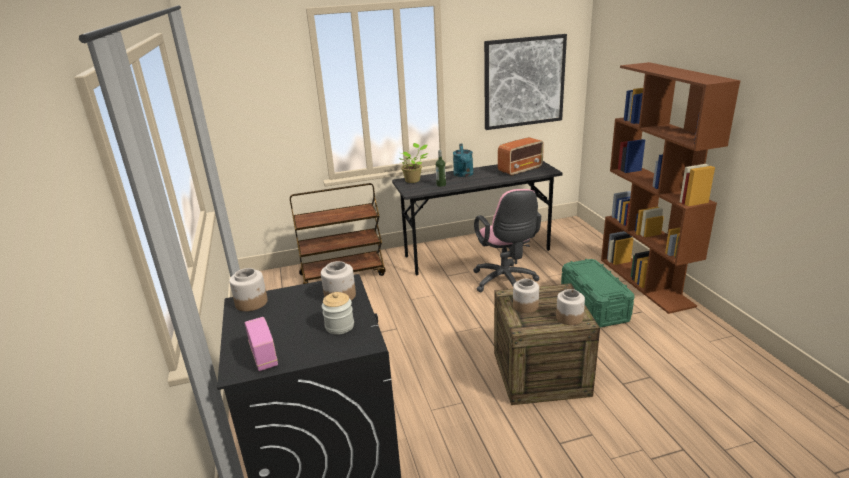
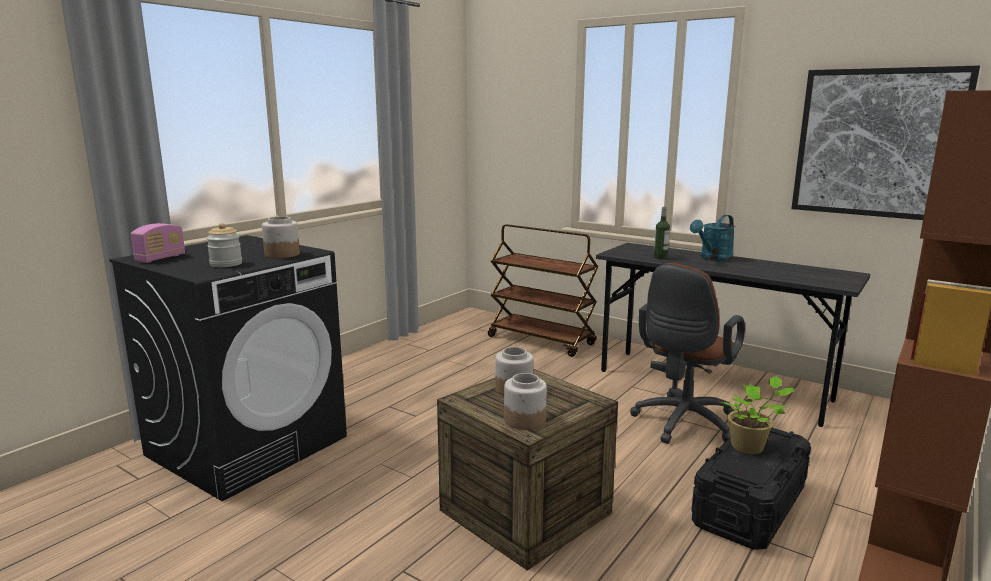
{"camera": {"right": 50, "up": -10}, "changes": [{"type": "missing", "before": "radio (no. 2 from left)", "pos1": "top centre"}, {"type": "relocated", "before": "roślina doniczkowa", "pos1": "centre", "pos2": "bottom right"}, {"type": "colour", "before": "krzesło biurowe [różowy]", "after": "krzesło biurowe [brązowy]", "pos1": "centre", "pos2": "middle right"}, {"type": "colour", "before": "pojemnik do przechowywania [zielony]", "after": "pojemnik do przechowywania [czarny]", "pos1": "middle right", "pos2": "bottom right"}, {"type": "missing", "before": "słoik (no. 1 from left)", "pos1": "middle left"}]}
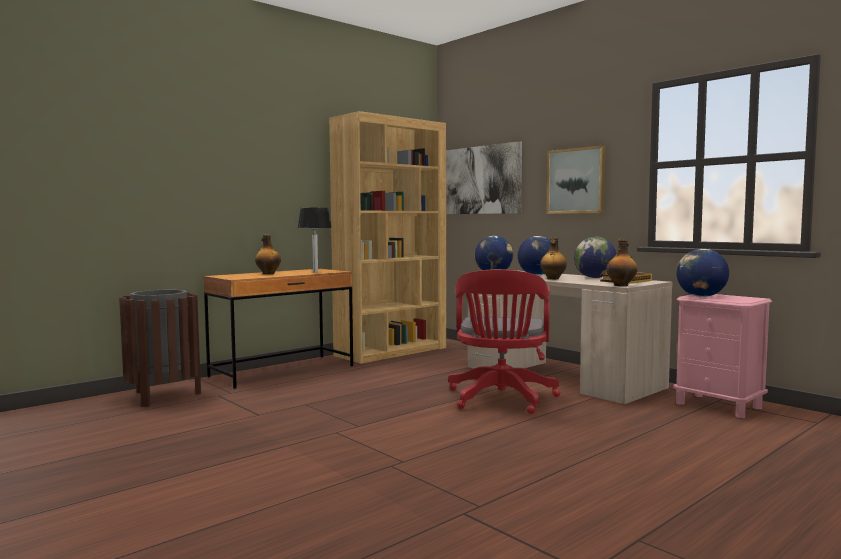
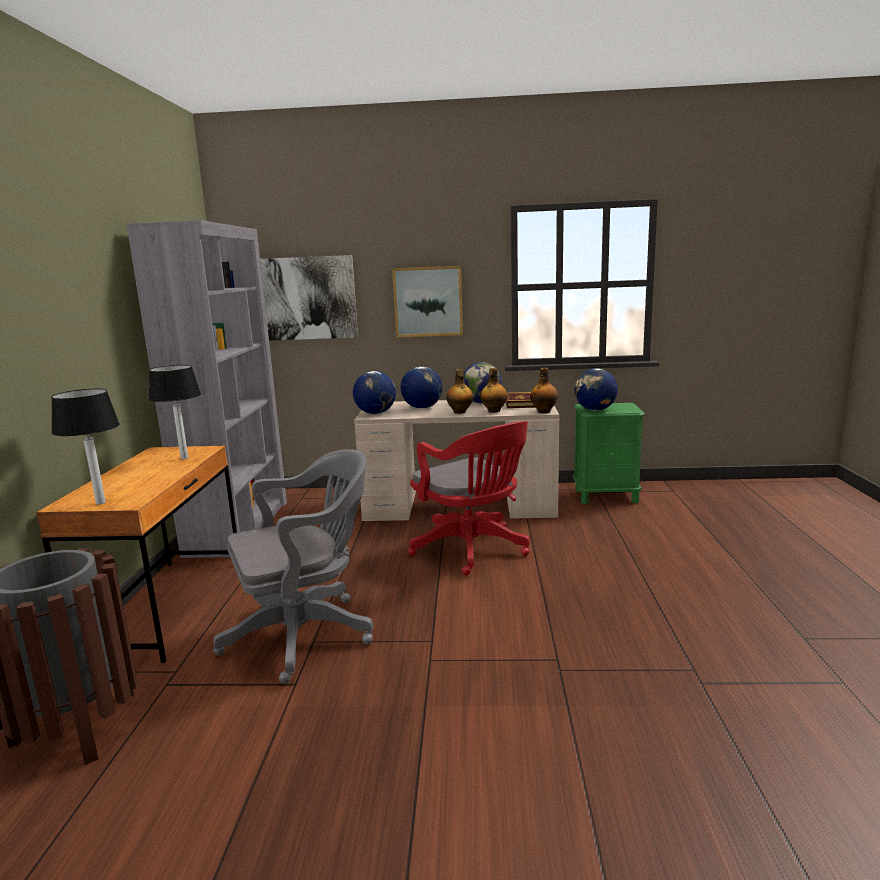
{"camera": {"right": -45, "up": 10}, "changes": [{"type": "colour", "before": "regał [brązowy]", "after": "regał [szary]", "pos1": "centre", "pos2": "middle left"}, {"type": "relocated", "before": "butelka (no. 1 from left in the first image)", "after": "butelka (no. 2 from left)", "pos1": "middle left", "pos2": "centre"}, {"type": "colour", "before": "szafka nocna [różowy]", "after": "szafka nocna [zielony]", "pos1": "middle right", "pos2": "middle right"}, {"type": "appeared", "after": "lampa stołowa (no. 1 from left)", "pos2": "middle left"}, {"type": "appeared", "after": "krzesło biurowe [szary]", "pos2": "middle left"}]}
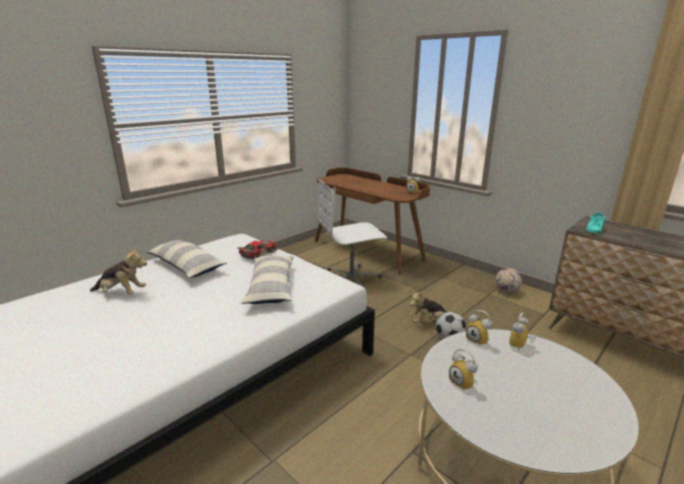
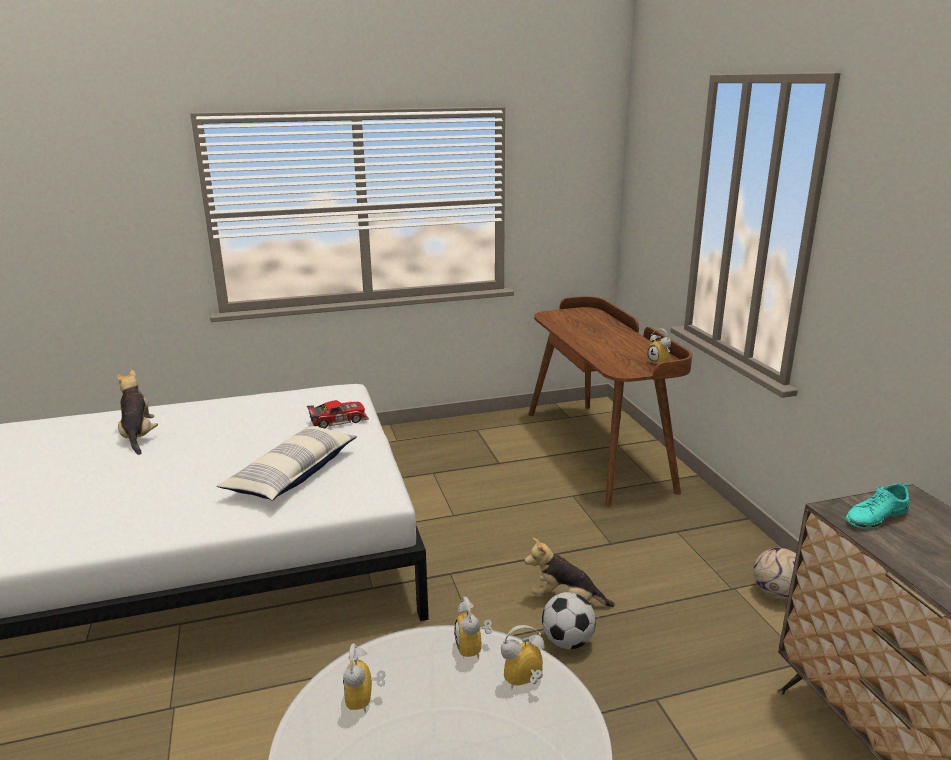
{"camera": {"right": 30, "up": 0}, "changes": [{"type": "missing", "before": "krzesło biurowe [biały]", "pos1": "centre"}, {"type": "missing", "before": "poduszka (no. 1 from left)", "pos1": "middle left"}, {"type": "spun", "before": "pluszak (no. 1 from left)", "pos1": "middle left", "pos2": "middle left", "turn": -150}]}
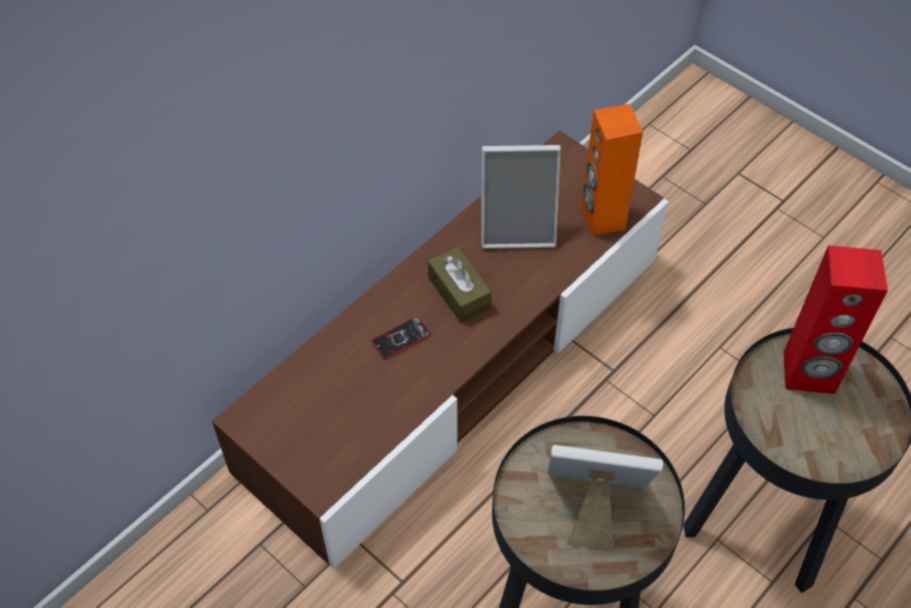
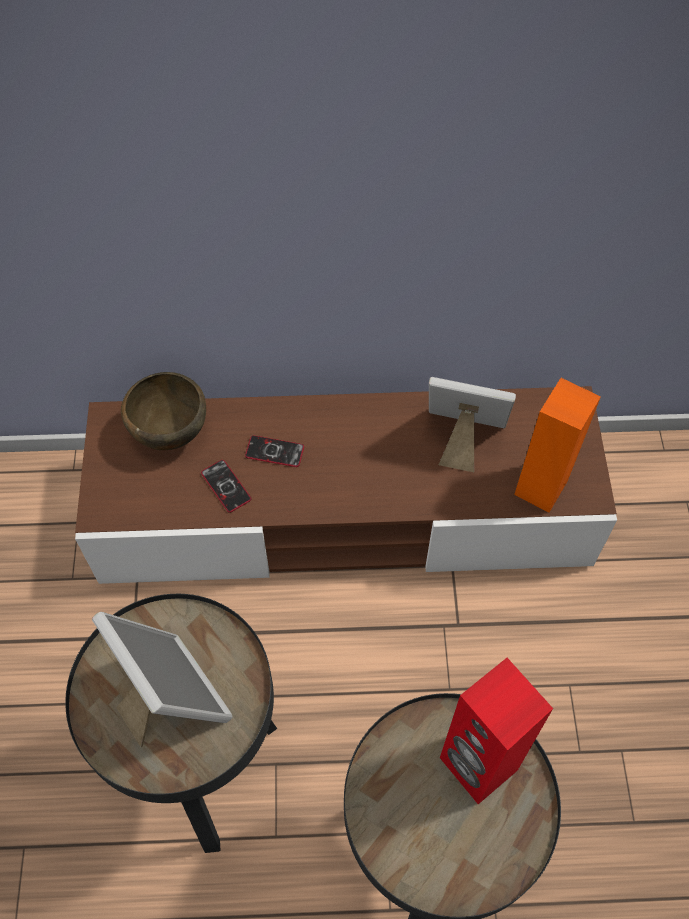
{"camera": {"right": 45, "up": 5}, "changes": [{"type": "spun", "before": "ramka na zdjęcie (no. 1 from left in the first image)", "pos1": "top centre", "pos2": "middle right", "turn": 150}, {"type": "missing", "before": "pudełko chusteczek [brązowy]", "pos1": "centre"}, {"type": "appeared", "after": "miska [brązowy]", "pos2": "middle left"}, {"type": "appeared", "after": "telefon (no. 1 from left)", "pos2": "middle left"}]}
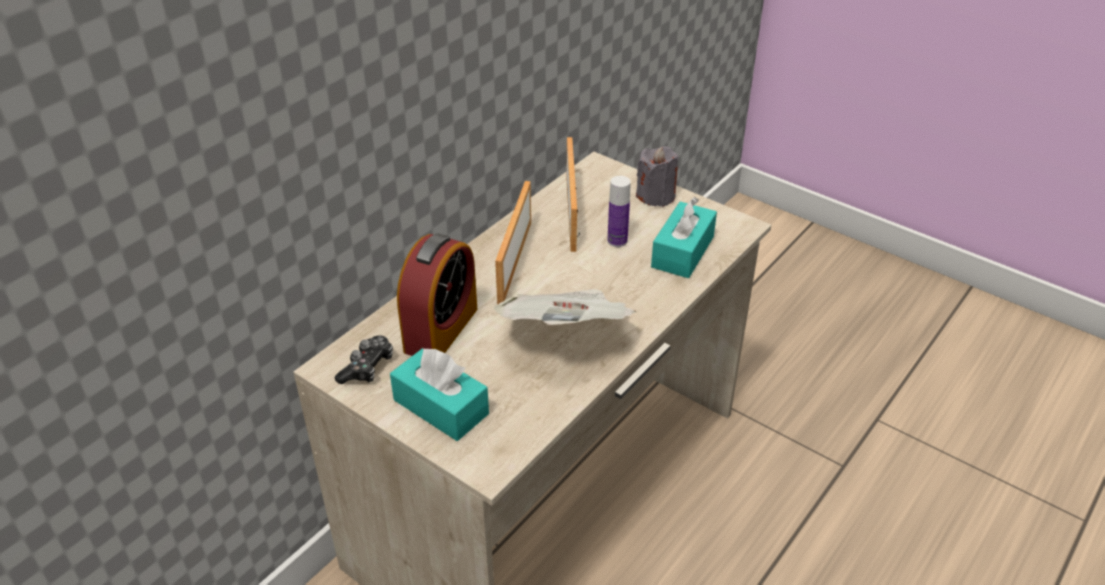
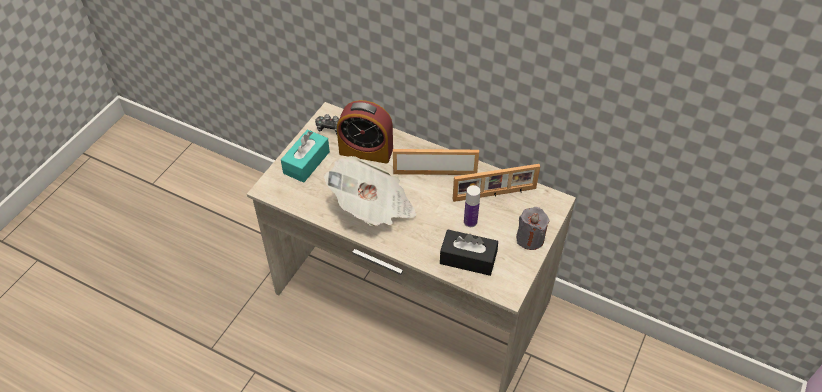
{"camera": {"right": 80, "up": 10}, "changes": [{"type": "colour", "before": "pudełko chusteczek [turkusowy] (no. 2 from left)", "after": "pudełko chusteczek [czarny]", "pos1": "centre", "pos2": "centre"}]}
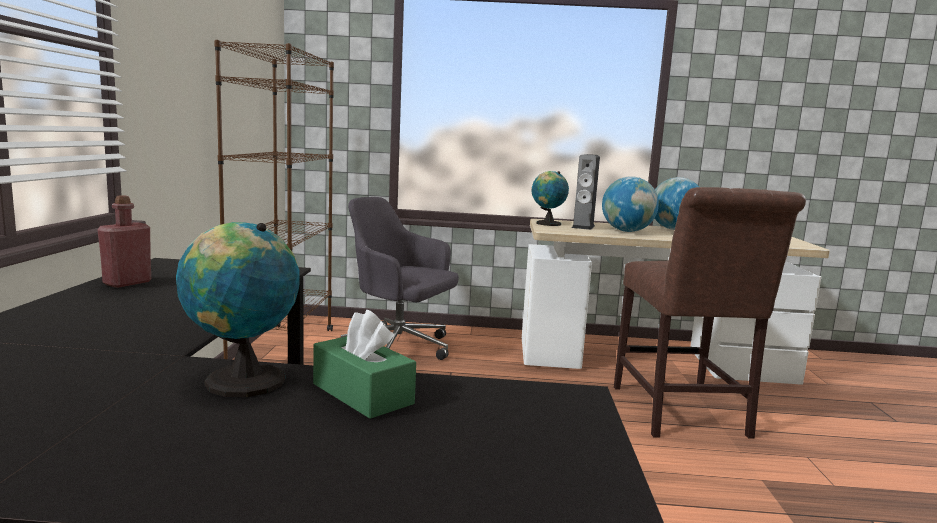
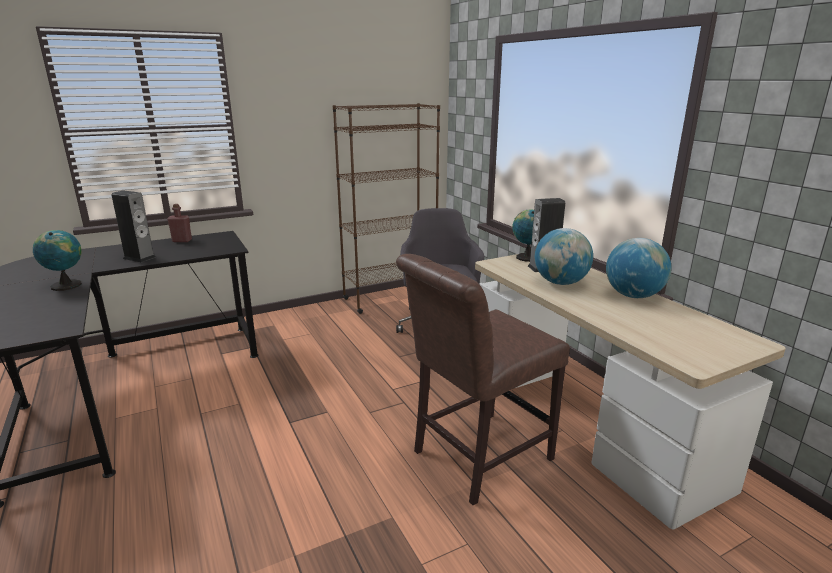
{"camera": {"right": 60, "up": 10}, "changes": [{"type": "missing", "before": "pudełko chusteczek [zielony]", "pos1": "bottom centre"}, {"type": "appeared", "after": "głośnik (no. 1 from left)", "pos2": "middle left"}]}
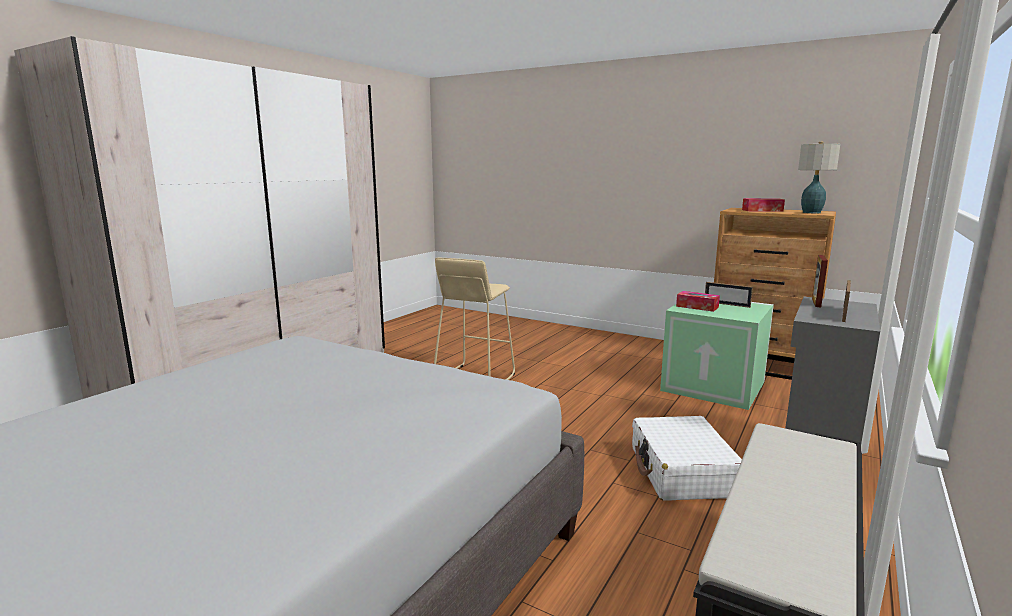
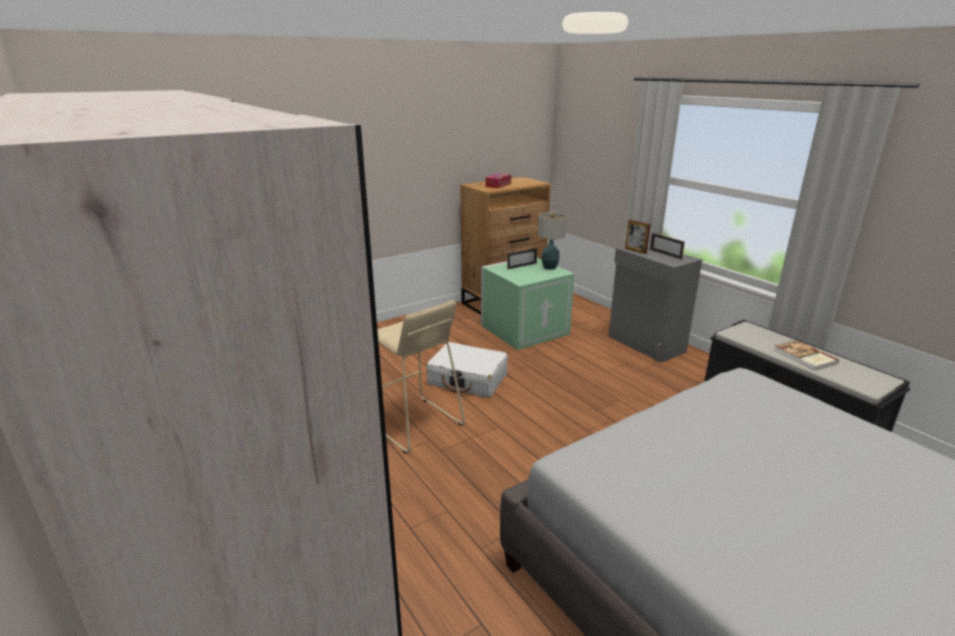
{"camera": {"right": -65, "up": 10}, "changes": [{"type": "relocated", "before": "lampa stołowa", "pos1": "top right", "pos2": "centre"}, {"type": "missing", "before": "pudełko chusteczek (no. 1 from left)", "pos1": "middle right"}, {"type": "relocated", "before": "walizka [biały]", "pos1": "bottom right", "pos2": "centre"}, {"type": "appeared", "after": "książka", "pos2": "middle right"}]}
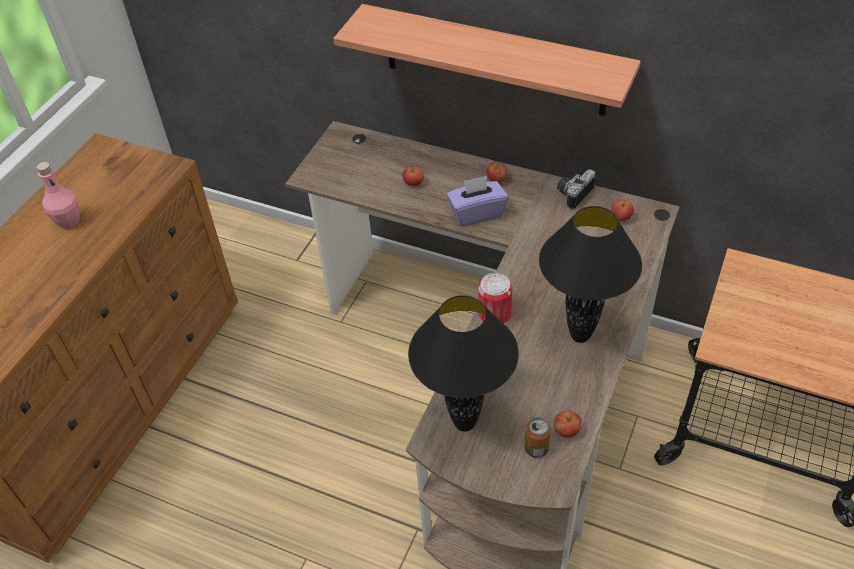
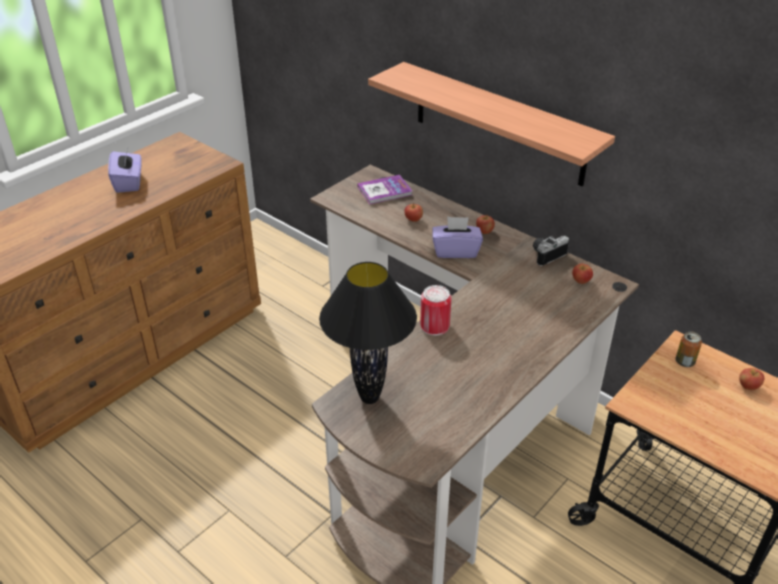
{"camera": {"right": 15, "up": -10}, "changes": [{"type": "exchanged", "before": "butelka [różowy]", "after": "pudełko chusteczek [fioletowy] (no. 1 from left)", "pos1": "middle left", "pos2": "top left"}, {"type": "missing", "before": "lampa stołowa [czarny] (no. 2 from left)", "pos1": "middle right"}, {"type": "relocated", "before": "jabłko (no. 3 from left in the first image)", "after": "jabłko (no. 4 from left)", "pos1": "bottom centre", "pos2": "middle right"}, {"type": "relocated", "before": "puszka (no. 2 from left)", "pos1": "bottom centre", "pos2": "middle right"}, {"type": "appeared", "after": "książka", "pos2": "top centre"}]}
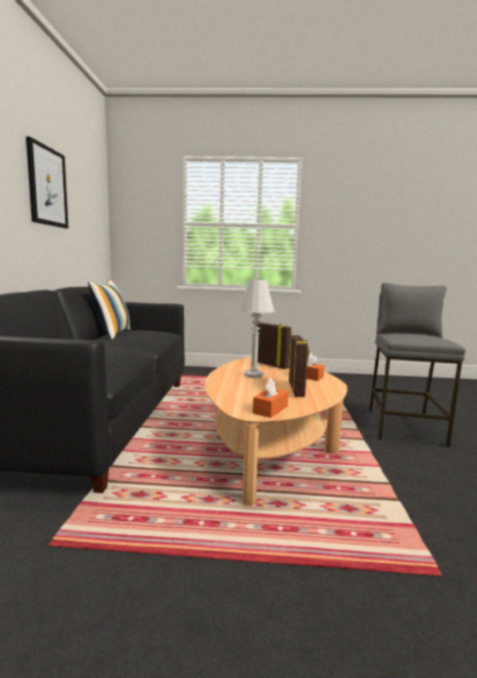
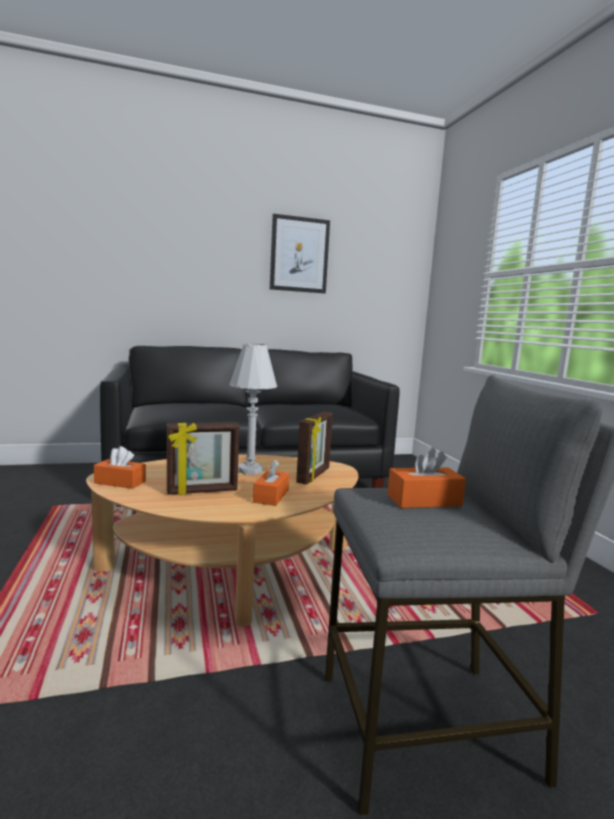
{"camera": {"right": 70, "up": 0}, "changes": [{"type": "missing", "before": "poduszka", "pos1": "middle left"}, {"type": "appeared", "after": "pudełko chusteczek [pomarańczowy] (no. 3 from left)", "pos2": "middle right"}]}
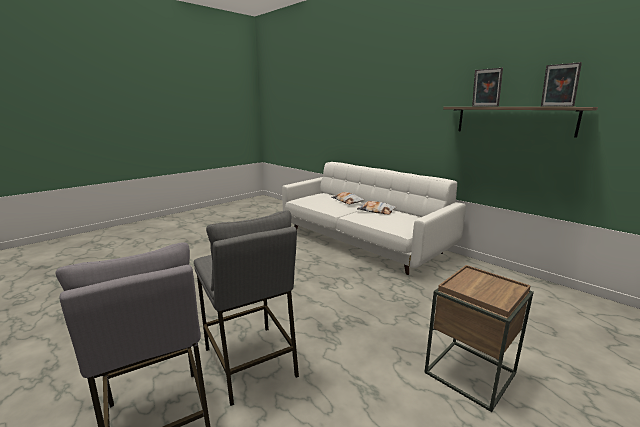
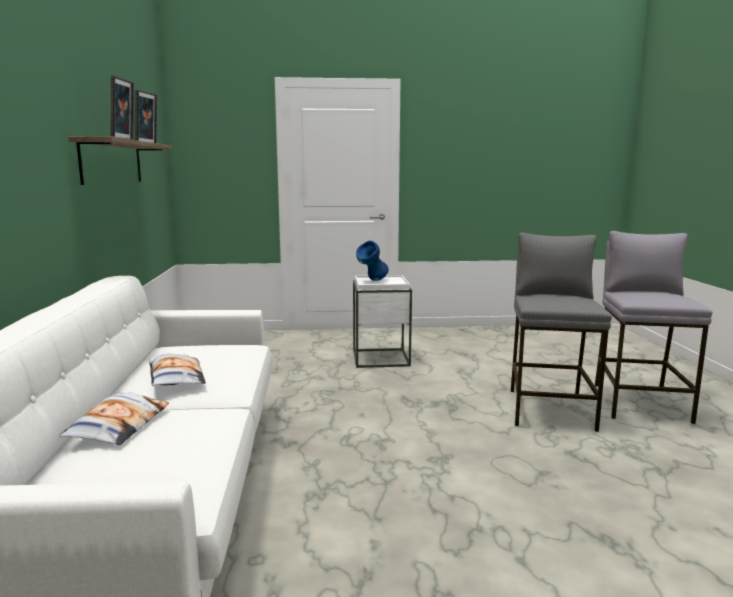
{"camera": {"right": -140, "up": -5}, "changes": [{"type": "colour", "before": "stolik [brązowy]", "after": "stolik [biały]", "pos1": "bottom right", "pos2": "centre"}, {"type": "appeared", "after": "wazon [niebieski]", "pos2": "centre"}]}
